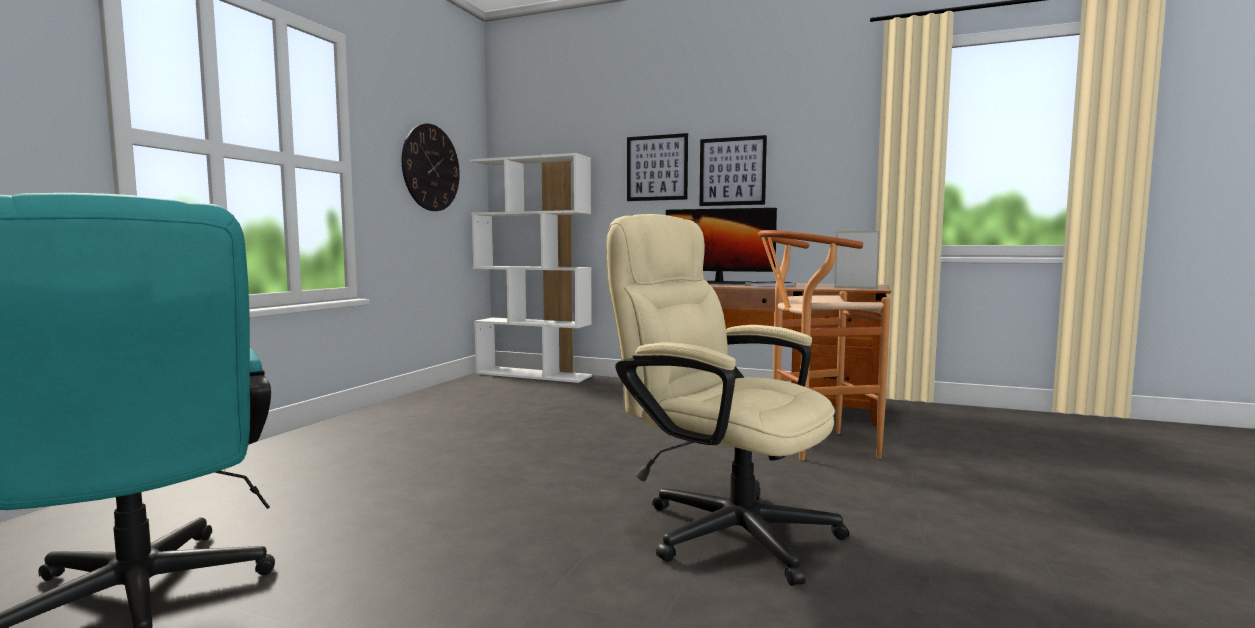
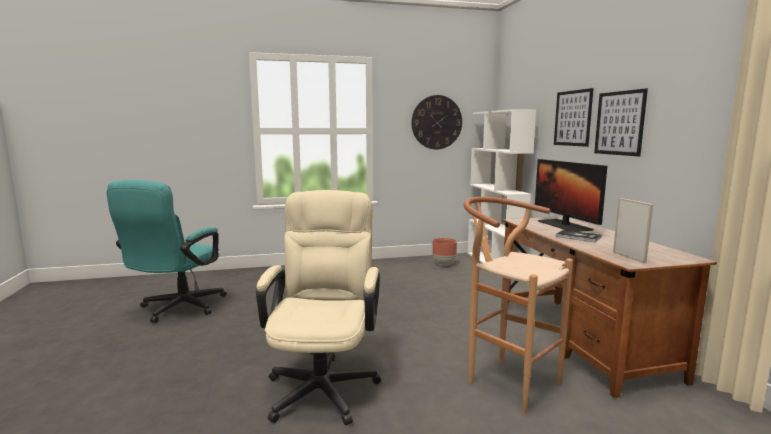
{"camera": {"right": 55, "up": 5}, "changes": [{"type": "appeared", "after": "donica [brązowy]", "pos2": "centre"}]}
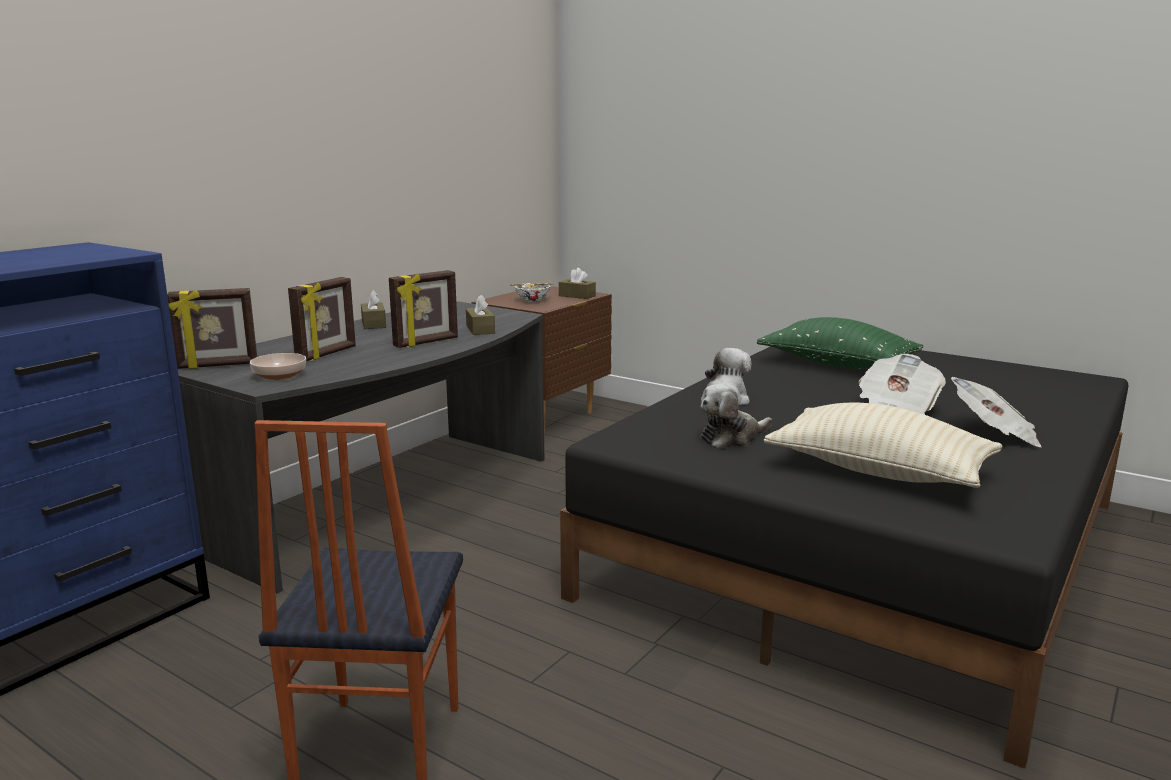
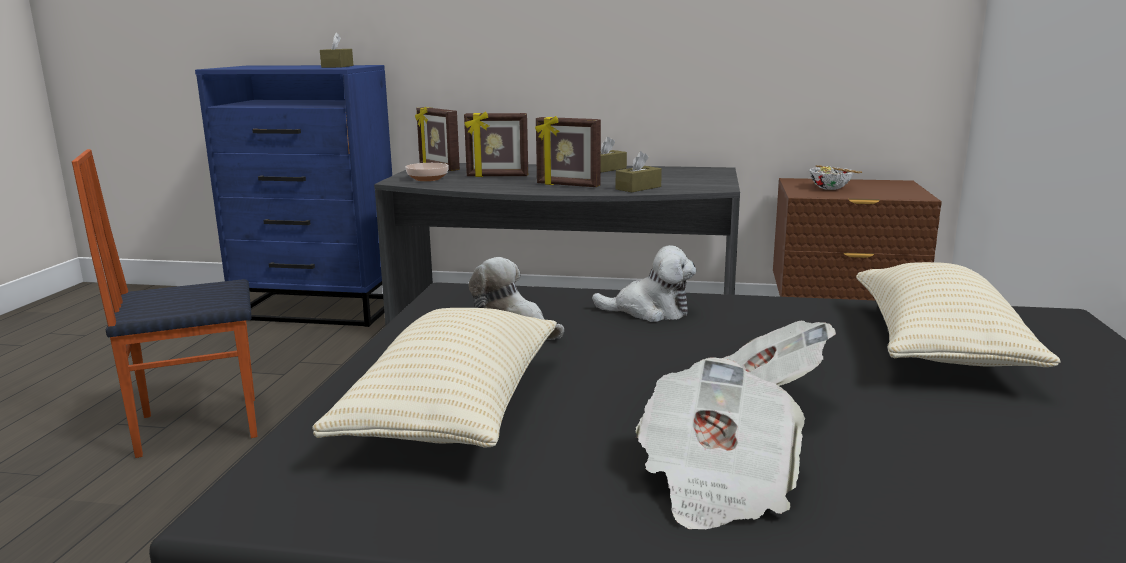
{"camera": {"right": 65, "up": 0}, "changes": [{"type": "relocated", "before": "pudełko chusteczek [brązowy] (no. 3 from left in the first image)", "after": "pudełko chusteczek [brązowy] (no. 1 from left)", "pos1": "centre", "pos2": "top left"}, {"type": "colour", "before": "poduszka [zielony]", "after": "poduszka [beżowy] (no. 2 from left)", "pos1": "middle right", "pos2": "middle right"}]}
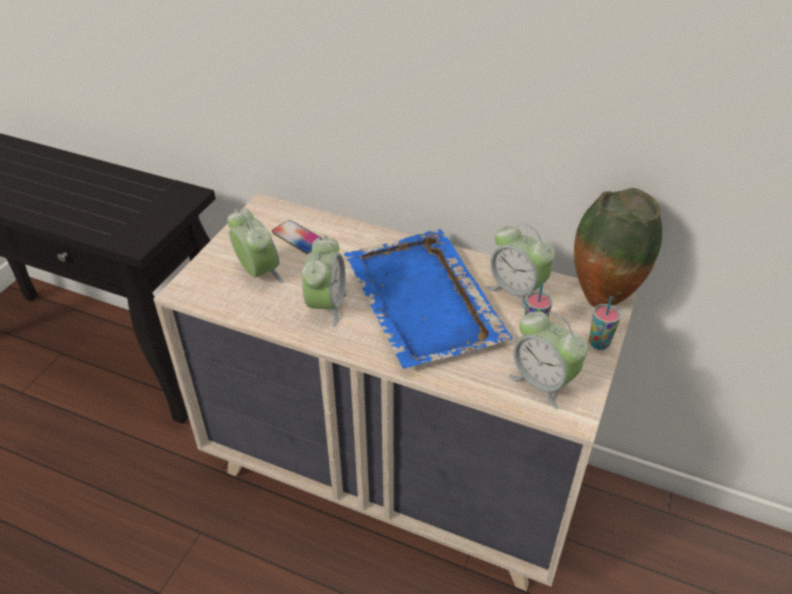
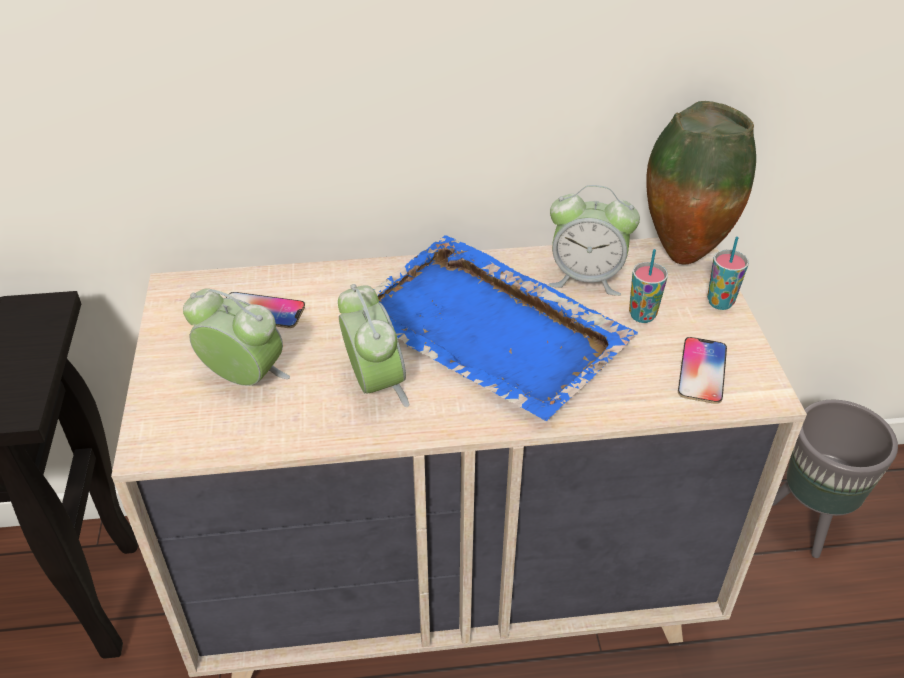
{"camera": {"right": -30, "up": 0}, "changes": [{"type": "exchanged", "before": "budzik (no. 4 from left)", "after": "telefon (no. 2 from left)", "pos1": "middle right", "pos2": "middle right"}, {"type": "appeared", "after": "donica [szary]", "pos2": "bottom right"}]}
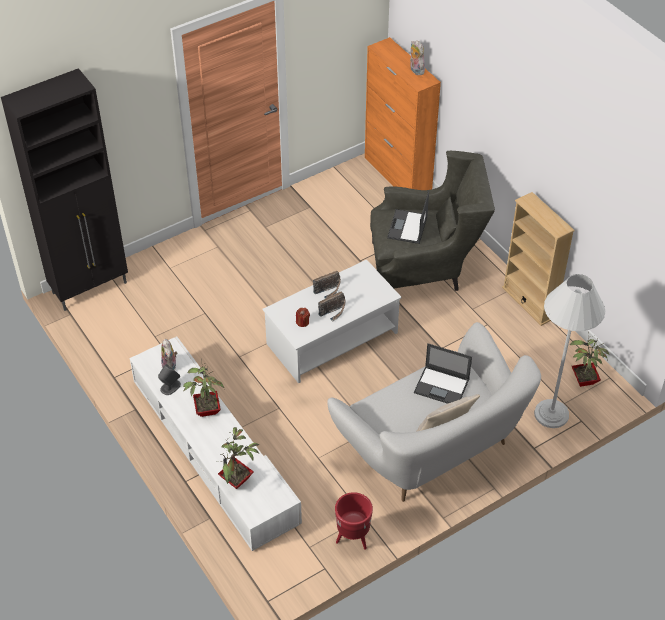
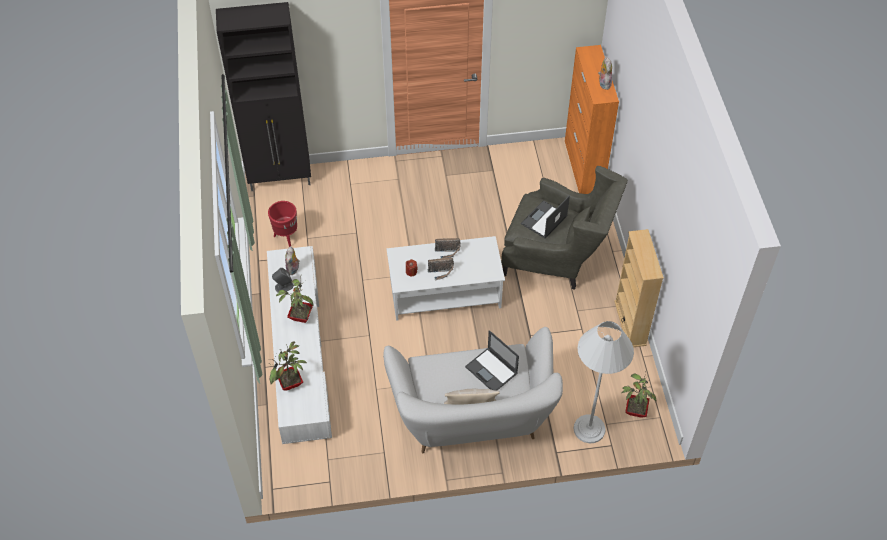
{"camera": {"right": 25, "up": 5}, "changes": [{"type": "relocated", "before": "donica [czerwony]", "pos1": "bottom centre", "pos2": "middle left"}]}
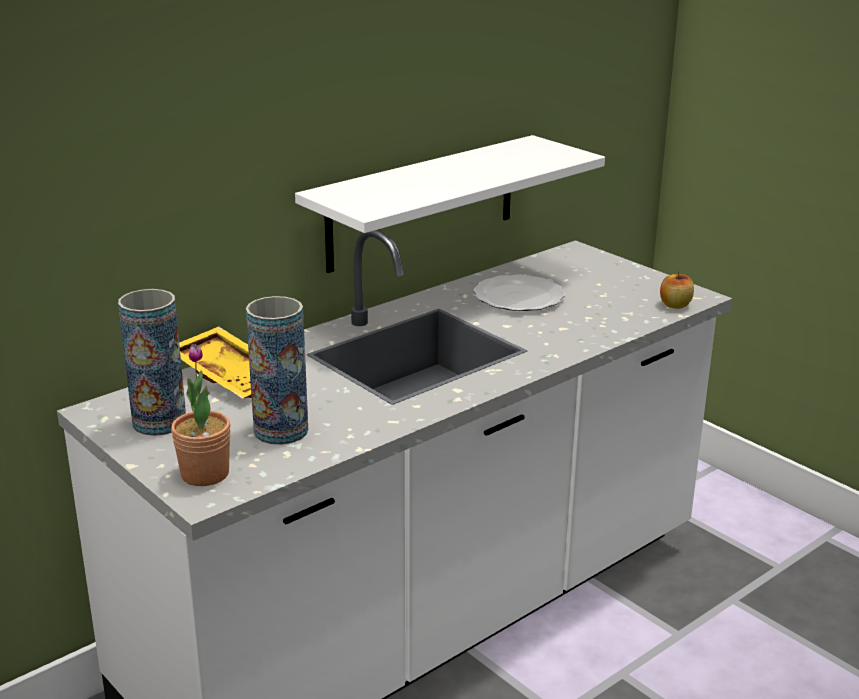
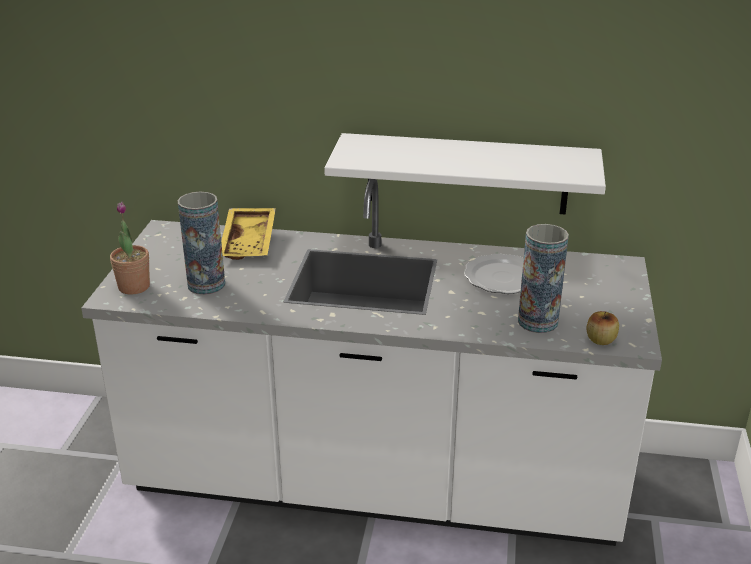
{"camera": {"right": 50, "up": 5}, "changes": [{"type": "relocated", "before": "wazon (no. 1 from left in the first image)", "after": "wazon (no. 2 from left)", "pos1": "middle left", "pos2": "middle right"}]}
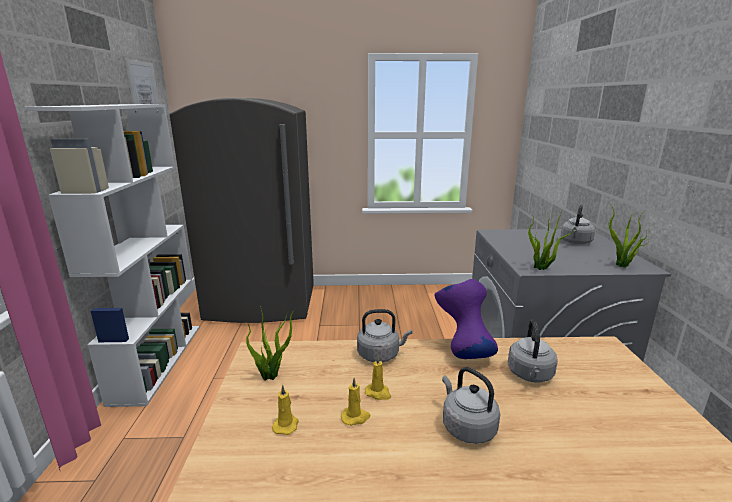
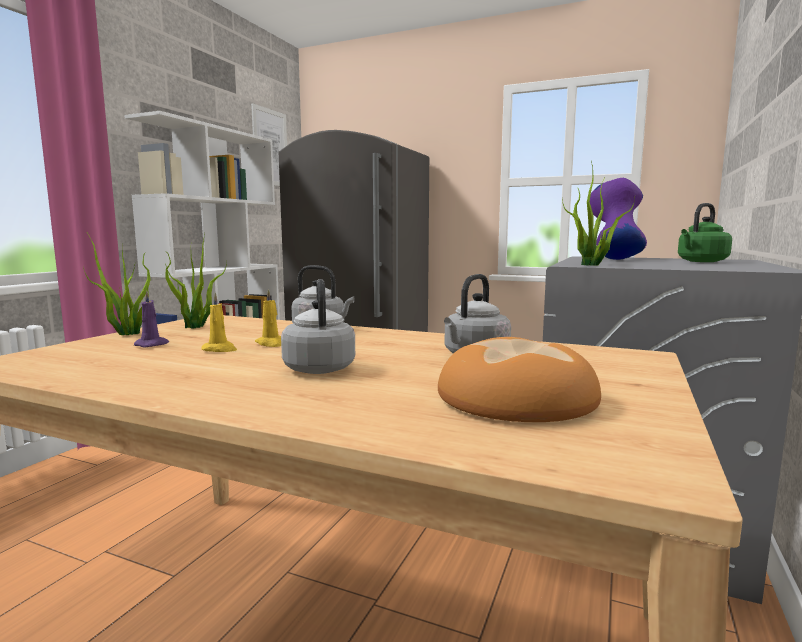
{"camera": {"right": 25, "up": -10}, "changes": [{"type": "relocated", "before": "roślina doniczkowa (no. 3 from left in the first image)", "after": "roślina doniczkowa (no. 1 from left)", "pos1": "middle right", "pos2": "middle left"}, {"type": "colour", "before": "czajnik [szary] (no. 4 from left)", "after": "czajnik [zielony]", "pos1": "middle right", "pos2": "middle right"}, {"type": "relocated", "before": "wazon [fioletowy]", "pos1": "centre", "pos2": "middle right"}, {"type": "colour", "before": "świeca [żółty] (no. 1 from left)", "after": "świeca [fioletowy]", "pos1": "bottom centre", "pos2": "middle left"}, {"type": "appeared", "after": "chleb", "pos2": "centre"}]}
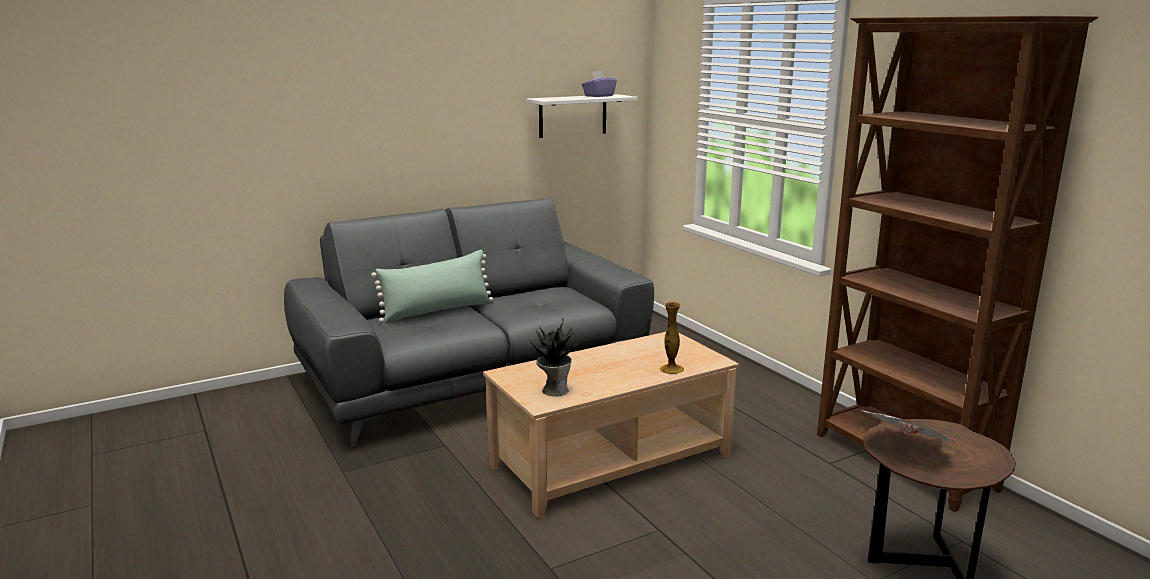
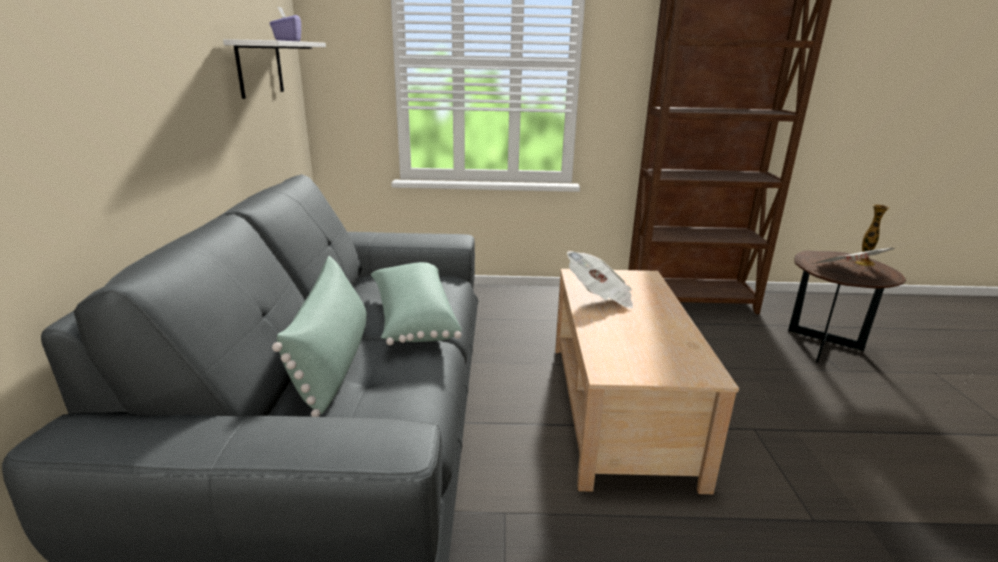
{"camera": {"right": -60, "up": 5}, "changes": [{"type": "relocated", "before": "wazon", "pos1": "centre", "pos2": "middle right"}, {"type": "missing", "before": "roślina doniczkowa", "pos1": "centre"}, {"type": "appeared", "after": "gazeta (no. 1 from left)", "pos2": "centre"}, {"type": "appeared", "after": "poduszka [zielony] (no. 2 from left)", "pos2": "centre"}]}
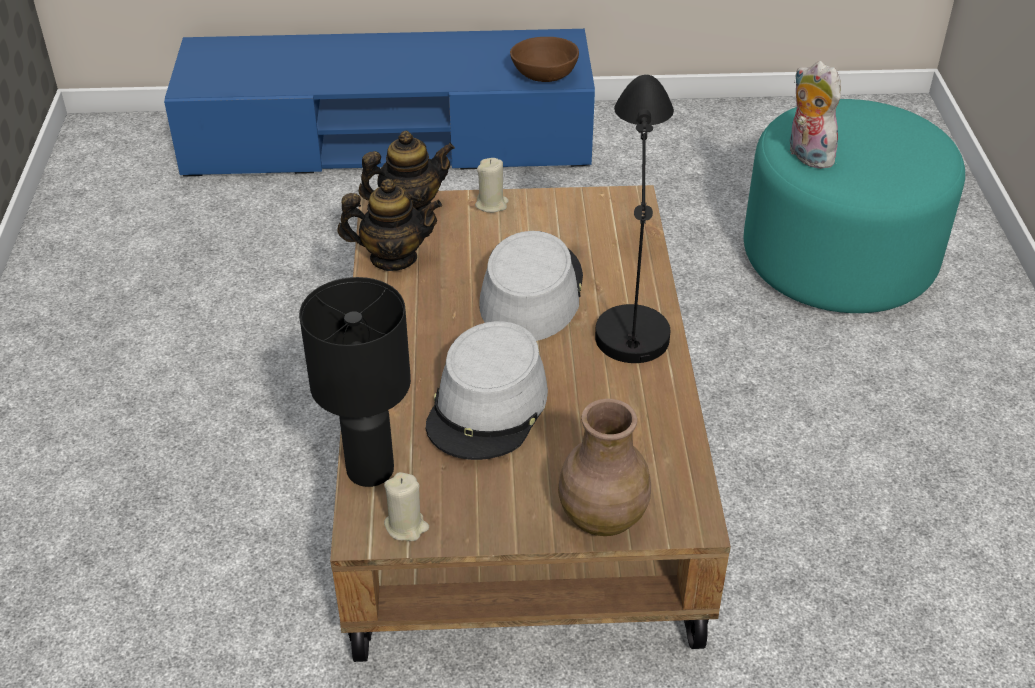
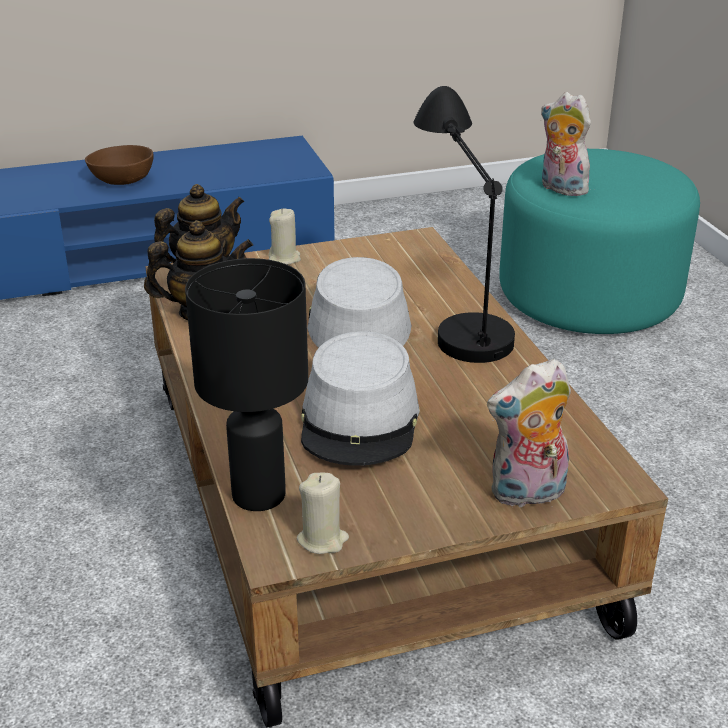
{"camera": {"right": -15, "up": -10}, "changes": [{"type": "relocated", "before": "miska [brązowy]", "pos1": "top centre", "pos2": "top left"}, {"type": "exchanged", "before": "wazon [brązowy]", "after": "pluszak (no. 1 from left)", "pos1": "bottom centre", "pos2": "middle right"}]}
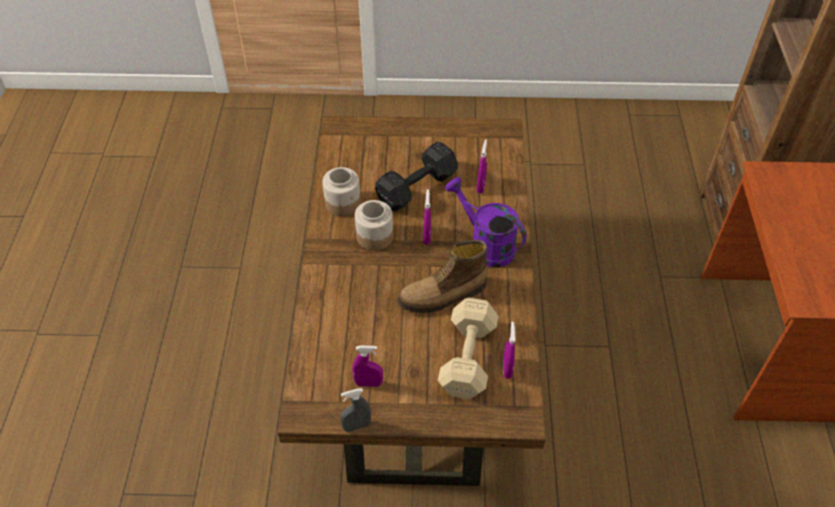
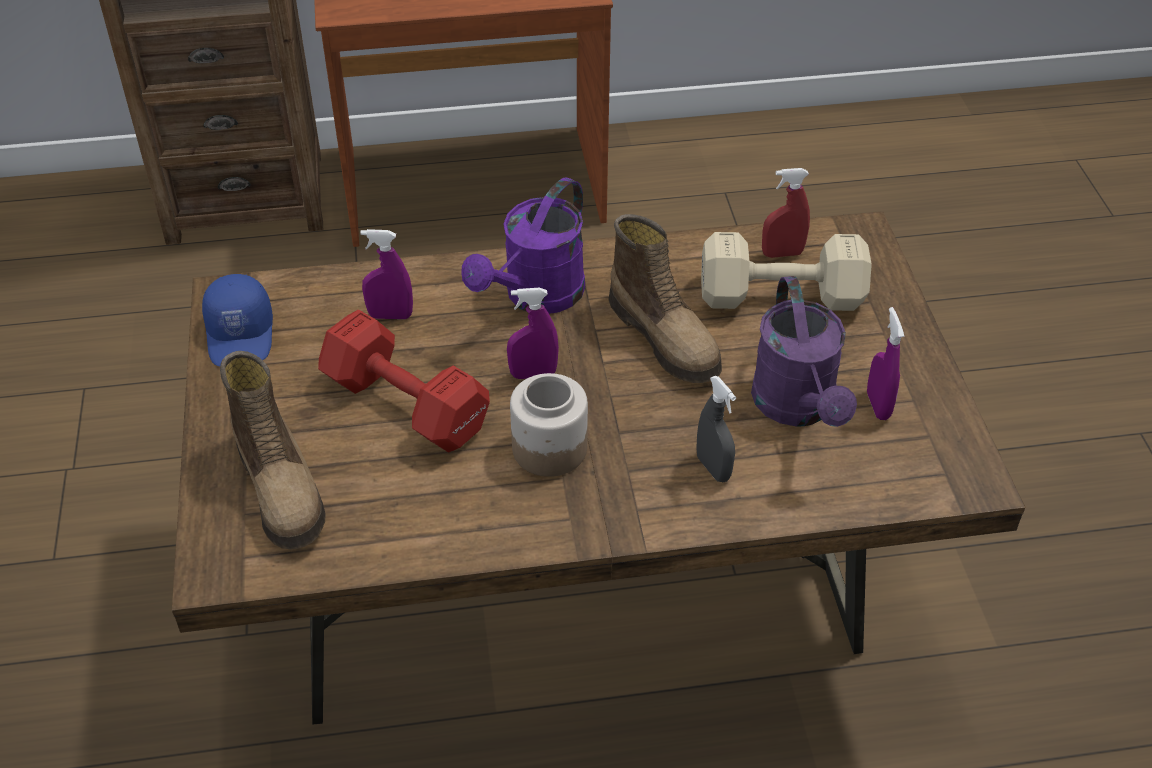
{"camera": {"right": -100, "up": -5}, "changes": [{"type": "colour", "before": "hantel [czarny]", "after": "hantel [czerwony]", "pos1": "centre", "pos2": "centre"}, {"type": "missing", "before": "słoik (no. 1 from left)", "pos1": "centre"}, {"type": "colour", "before": "spryskiwacz [fioletowy] (no. 4 from left)", "after": "spryskiwacz [czerwony]", "pos1": "bottom centre", "pos2": "top right"}, {"type": "relocated", "before": "spryskiwacz [szary]", "pos1": "bottom centre", "pos2": "centre"}, {"type": "appeared", "after": "czapka z daszkiem [niebieski]", "pos2": "middle left"}, {"type": "appeared", "after": "konewka [fioletowy] (no. 2 from left)", "pos2": "middle right"}, {"type": "appeared", "after": "but z cholewką (no. 1 from left)", "pos2": "middle left"}]}
